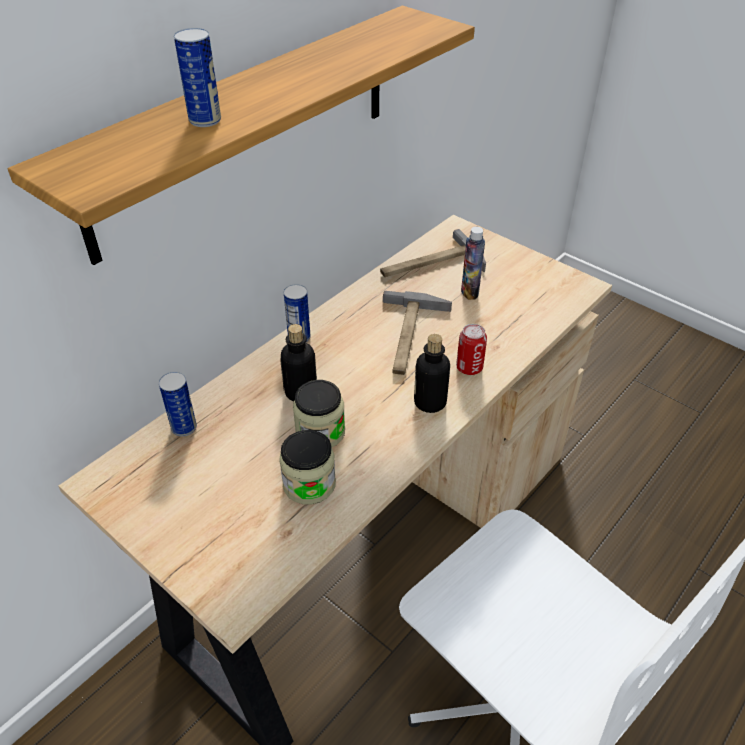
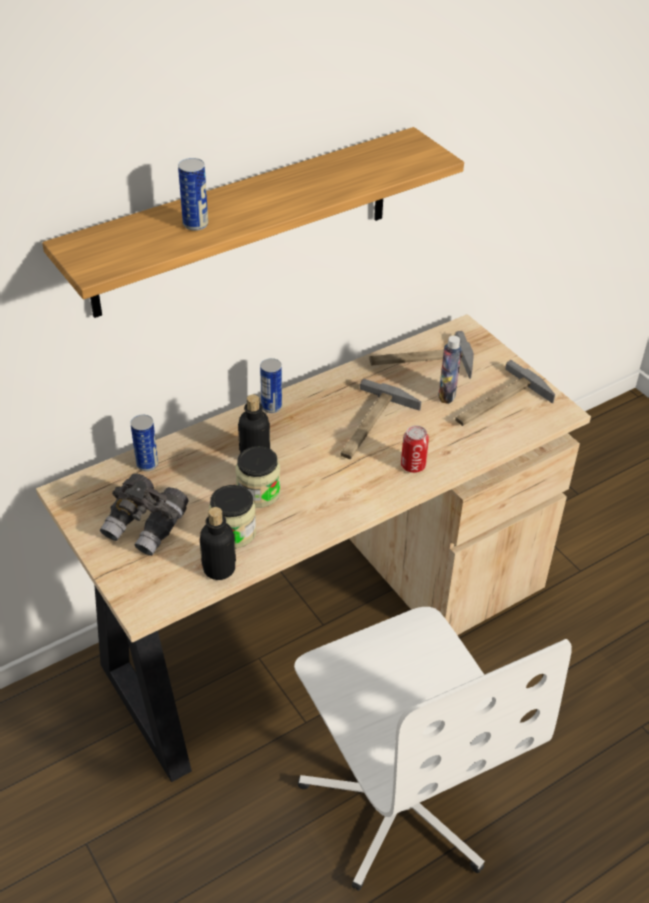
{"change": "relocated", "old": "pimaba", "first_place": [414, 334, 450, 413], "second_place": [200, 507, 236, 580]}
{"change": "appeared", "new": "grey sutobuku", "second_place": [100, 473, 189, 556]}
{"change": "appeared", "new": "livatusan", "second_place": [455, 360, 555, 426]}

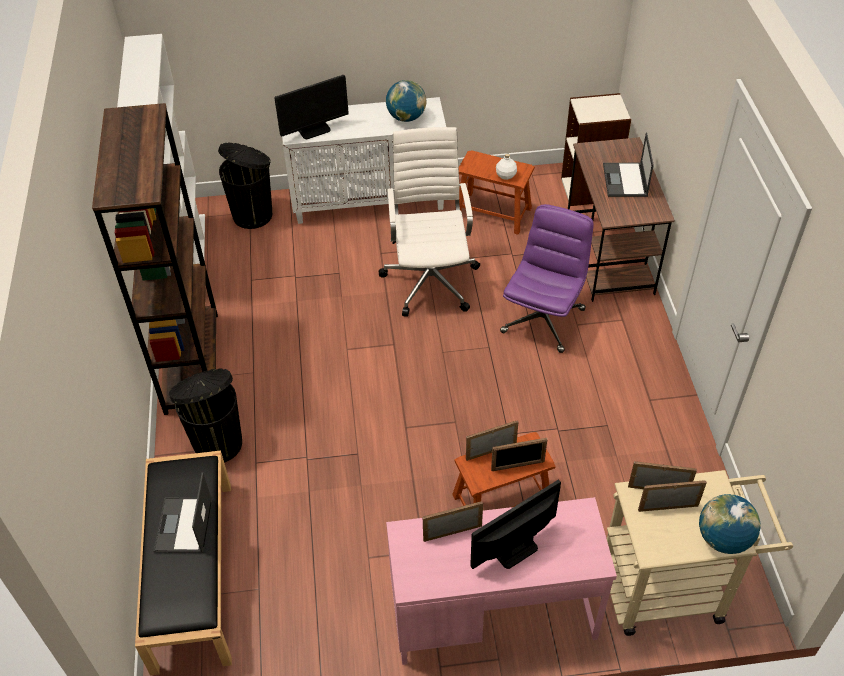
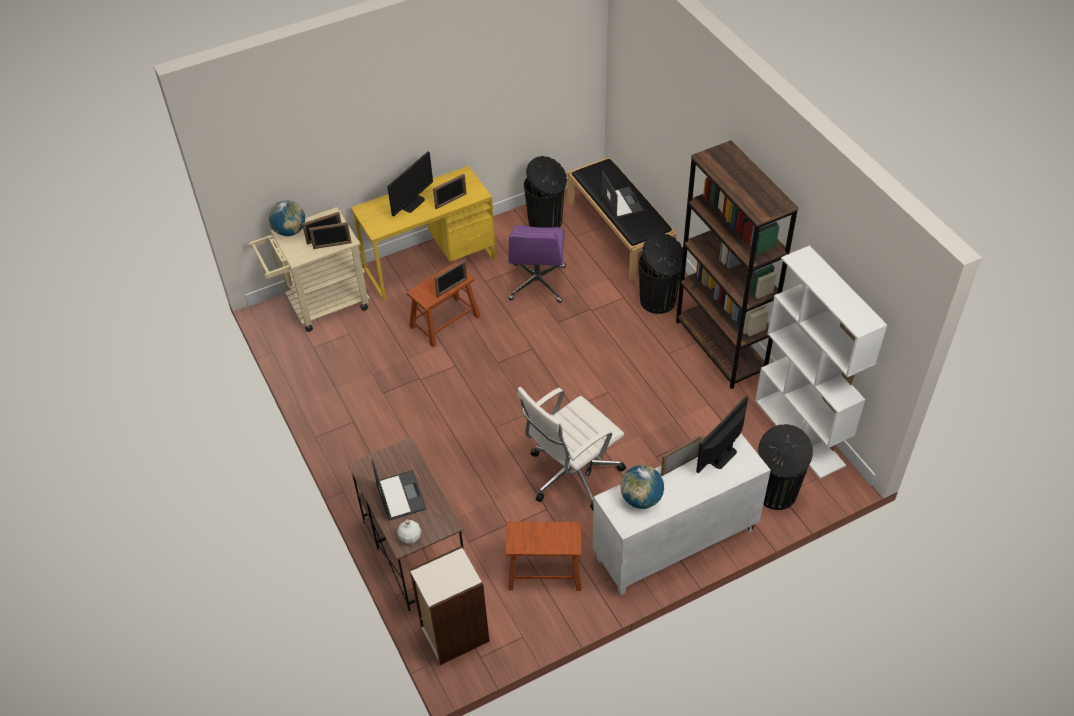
{"change": "spun", "old": "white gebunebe", "first_place": [379, 127, 480, 317], "second_place": [517, 387, 626, 510], "degrees": 75}
{"change": "colour", "old": "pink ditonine", "new": "yellow ditonine", "first_place": [386, 497, 617, 665], "second_place": [351, 166, 495, 301]}
{"change": "relocated", "old": "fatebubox", "first_place": [491, 438, 547, 471], "second_place": [661, 436, 701, 476]}
{"change": "relocated", "old": "white pimaba", "first_place": [496, 153, 517, 180], "second_place": [398, 519, 421, 544]}
{"change": "relocated", "old": "purple gebunebe", "first_place": [500, 204, 594, 353], "second_place": [508, 226, 566, 303]}
{"change": "appeared", "new": "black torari", "second_place": [524, 156, 567, 227]}

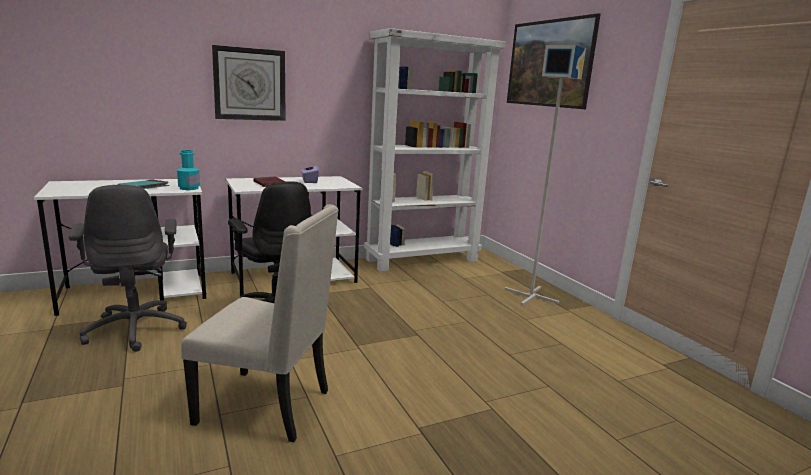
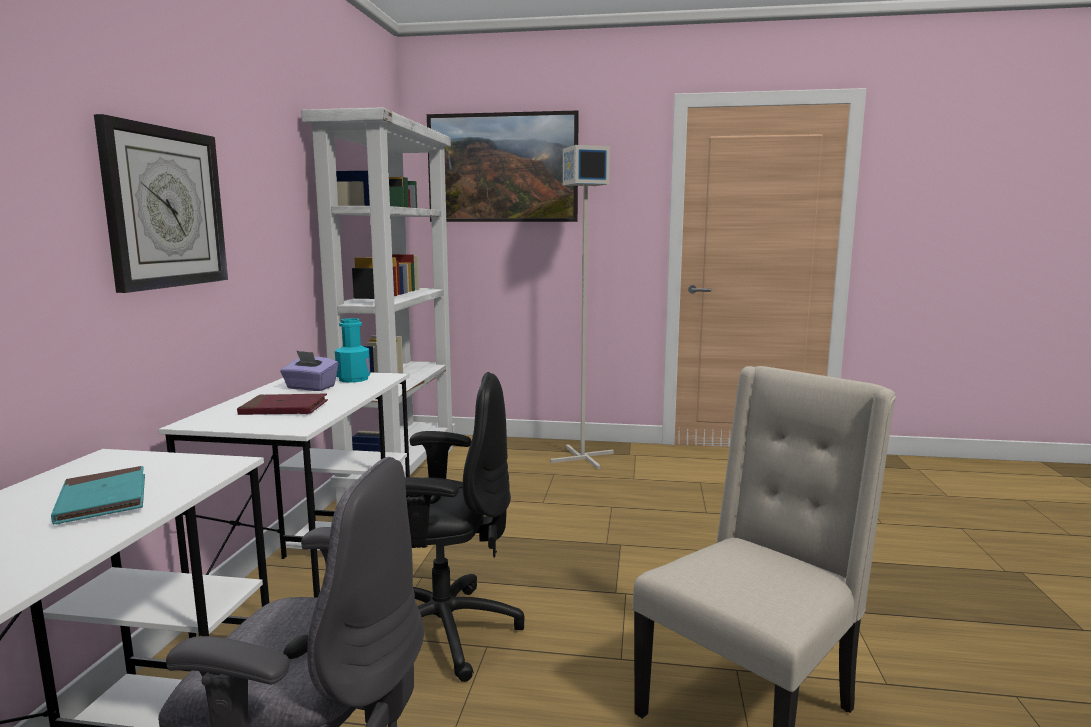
{"change": "relocated", "old": "turquoise pimaba", "first_place": [177, 150, 200, 190], "second_place": [335, 318, 370, 383]}

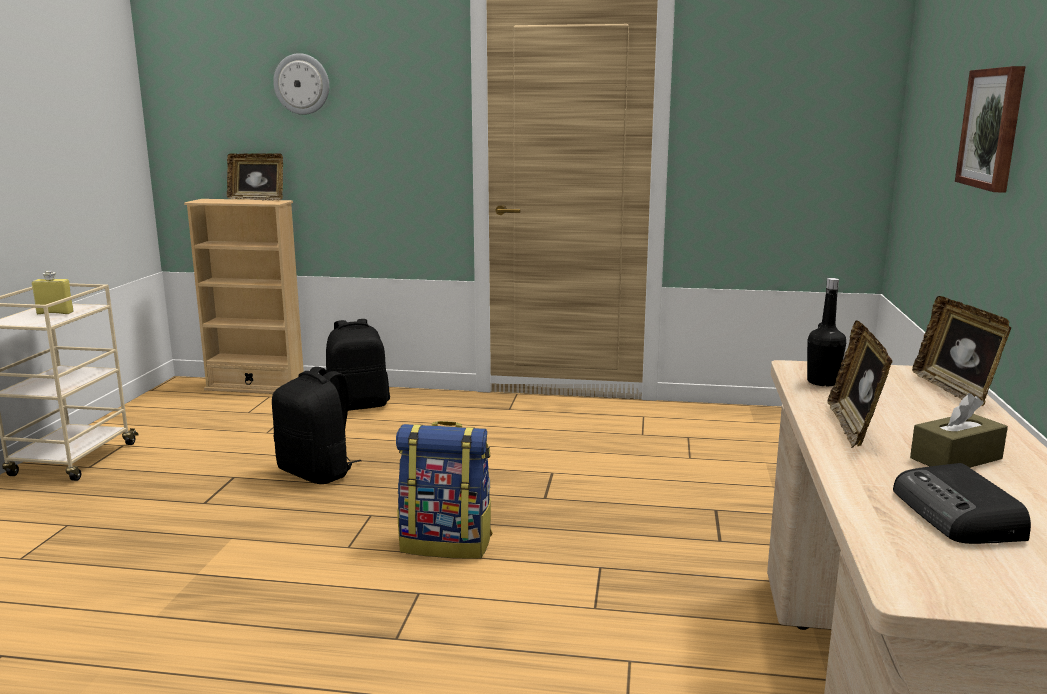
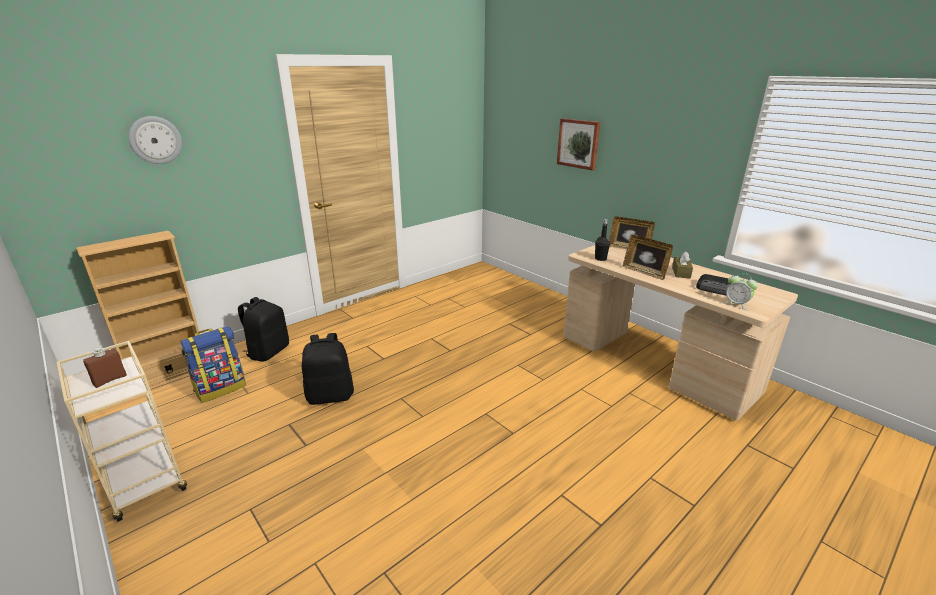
{"change": "colour", "old": "yellow pimaba", "new": "brown pimaba", "first_place": [32, 271, 73, 314], "second_place": [83, 347, 127, 388]}
{"change": "missing", "old": "fatebubox", "first_place": [227, 153, 283, 201]}
{"change": "relocated", "old": "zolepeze", "first_place": [396, 421, 493, 559], "second_place": [180, 326, 246, 403]}
{"change": "appeared", "new": "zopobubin", "second_place": [723, 273, 758, 310]}

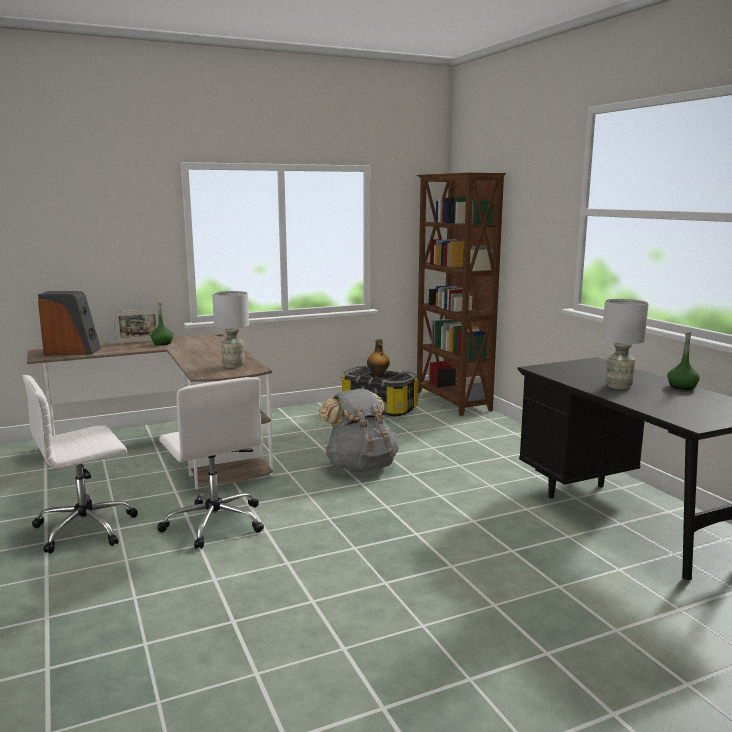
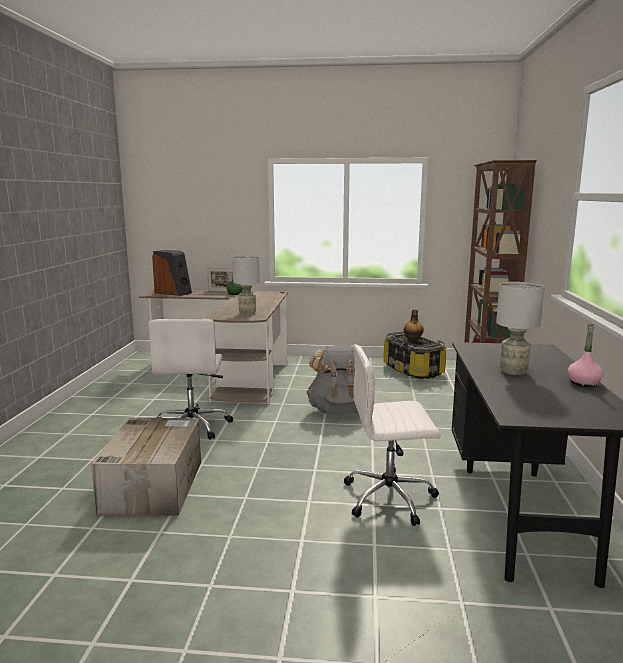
{"change": "relocated", "old": "white gebunebe", "first_place": [22, 375, 138, 553], "second_place": [344, 344, 440, 526]}
{"change": "colour", "old": "green pimaba", "new": "pink pimaba", "first_place": [667, 332, 700, 390], "second_place": [568, 323, 603, 387]}
{"change": "appeared", "new": "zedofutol", "second_place": [91, 418, 201, 516]}

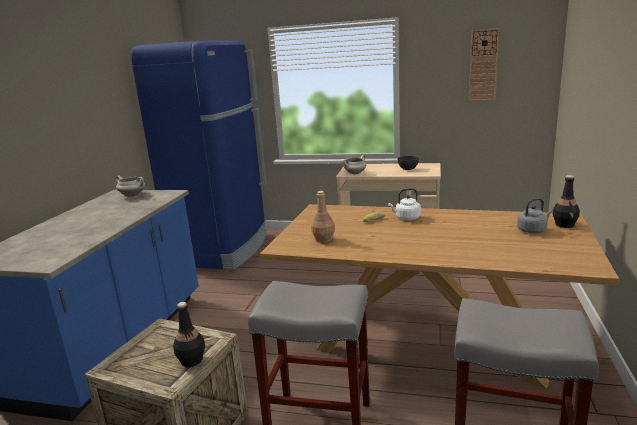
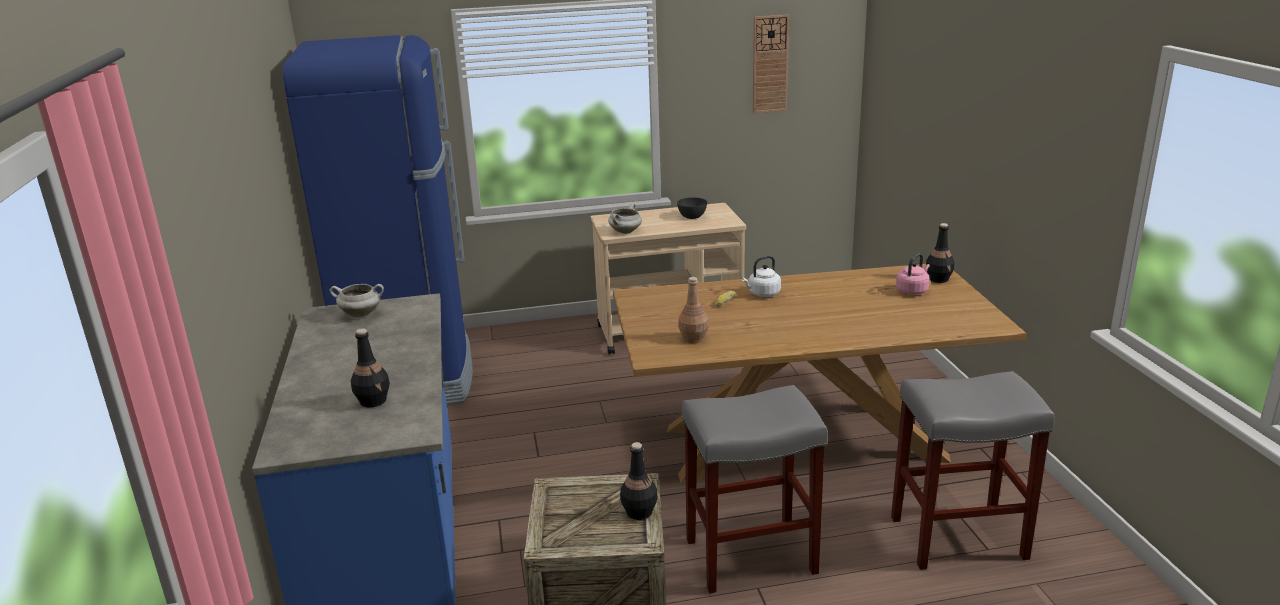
{"change": "colour", "old": "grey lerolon", "new": "pink lerolon", "first_place": [517, 198, 553, 233], "second_place": [896, 253, 930, 295]}
{"change": "appeared", "new": "black pimaba", "second_place": [351, 328, 390, 407]}

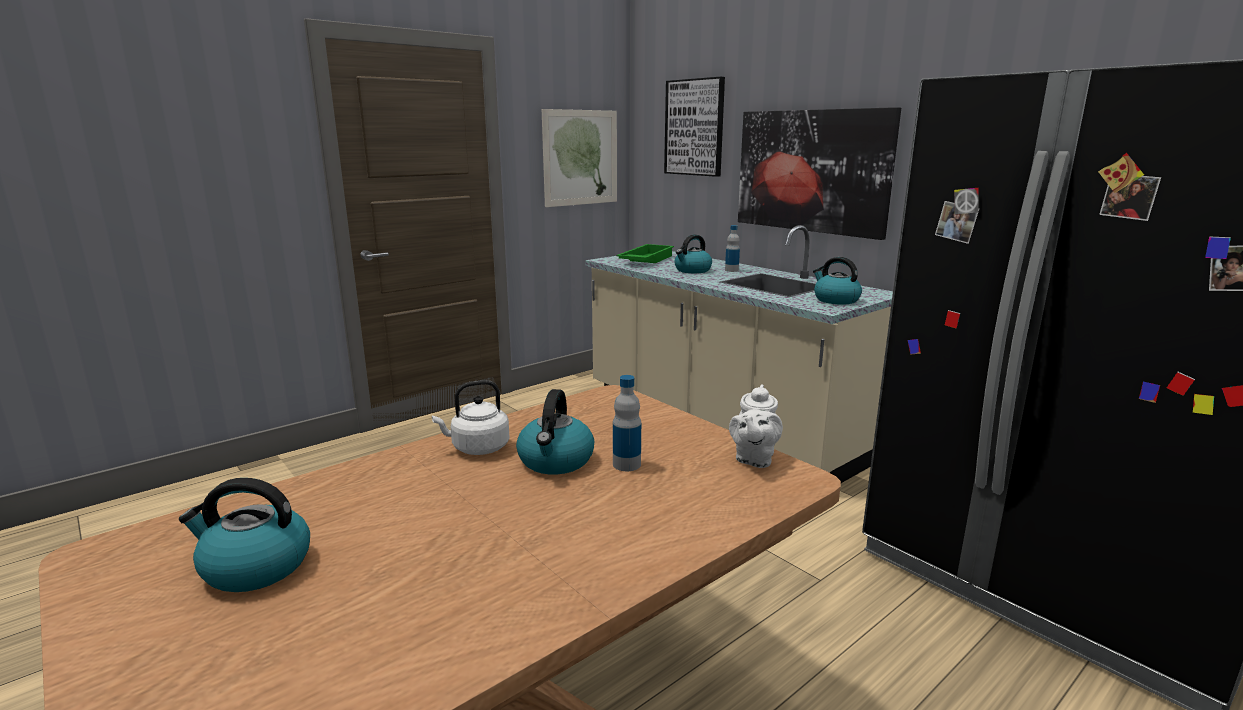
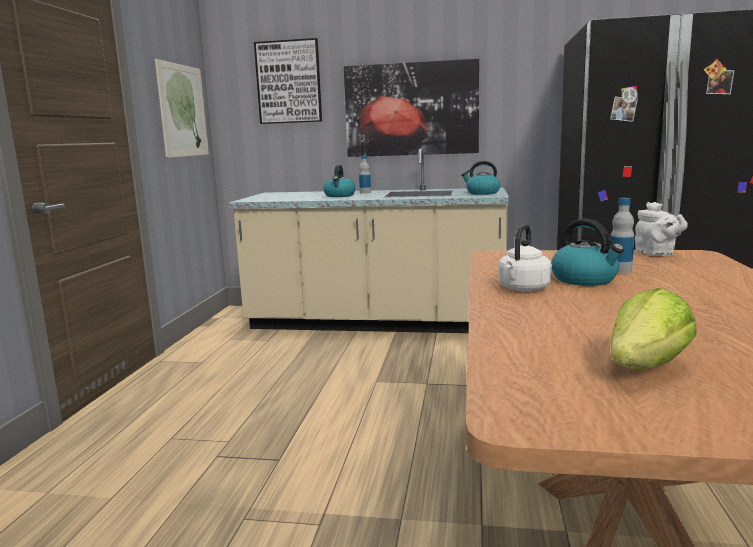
{"change": "exchanged", "old": "lerolon", "new": "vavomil", "first_place": [179, 478, 310, 592], "second_place": [611, 288, 697, 370]}
{"change": "missing", "old": "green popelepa", "first_place": [617, 244, 674, 263]}

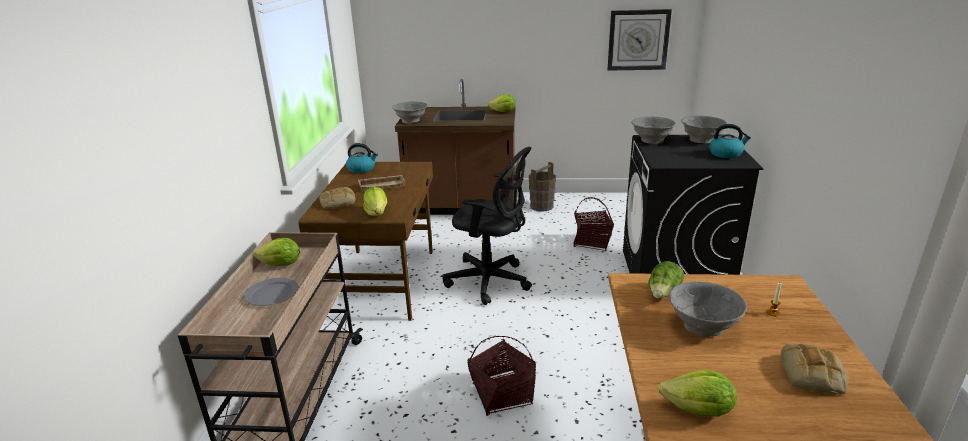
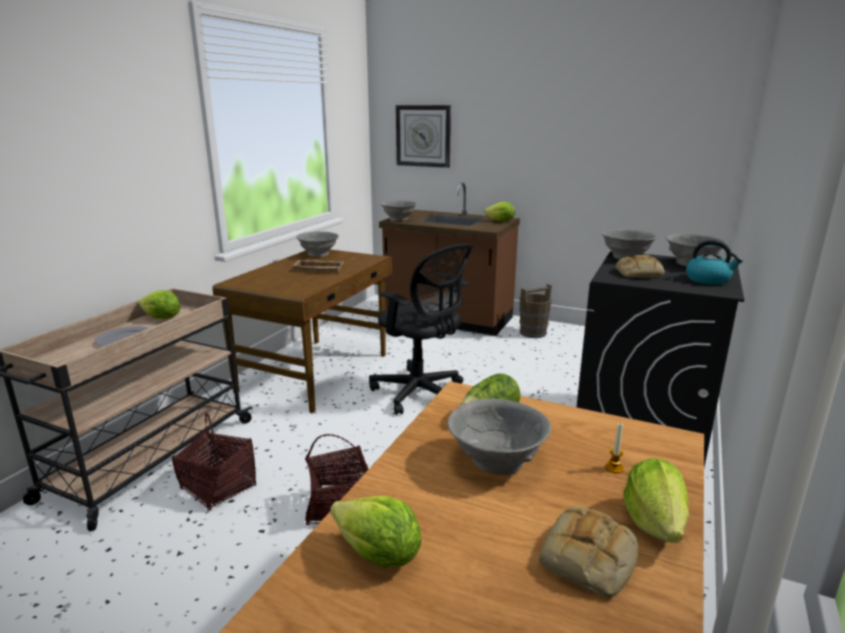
{"change": "relocated", "old": "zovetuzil", "first_place": [320, 187, 356, 209], "second_place": [616, 255, 665, 278]}
{"change": "exchanged", "old": "lerolon", "new": "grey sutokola", "first_place": [346, 143, 378, 173], "second_place": [296, 231, 339, 257]}
{"change": "relocated", "old": "vavomil", "first_place": [363, 187, 387, 216], "second_place": [623, 458, 689, 543]}
{"change": "relocated", "old": "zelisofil", "first_place": [573, 197, 614, 251], "second_place": [172, 413, 256, 511]}
{"change": "relocated", "old": "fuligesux", "first_place": [608, 9, 672, 70], "second_place": [396, 105, 451, 168]}

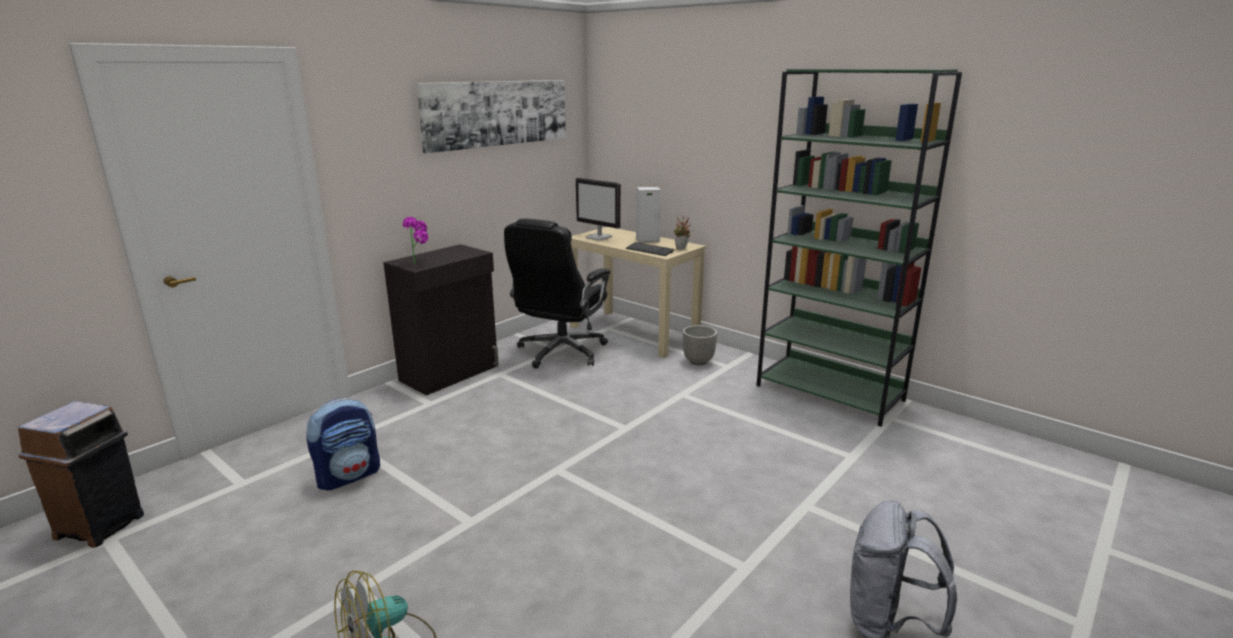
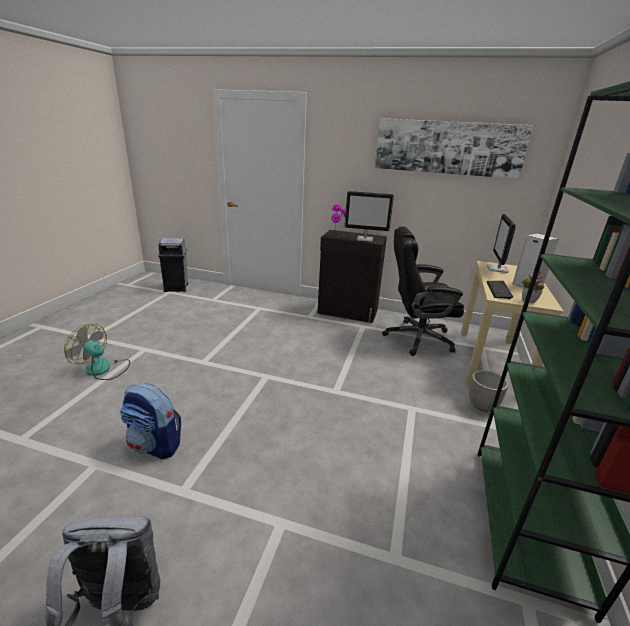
{"change": "colour", "old": "brown torari", "new": "grey torari", "first_place": [18, 401, 144, 548], "second_place": [158, 238, 189, 292]}
{"change": "relocated", "old": "zolepeze", "first_place": [307, 398, 380, 490], "second_place": [120, 383, 181, 460]}
{"change": "appeared", "new": "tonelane", "second_place": [345, 191, 394, 242]}

